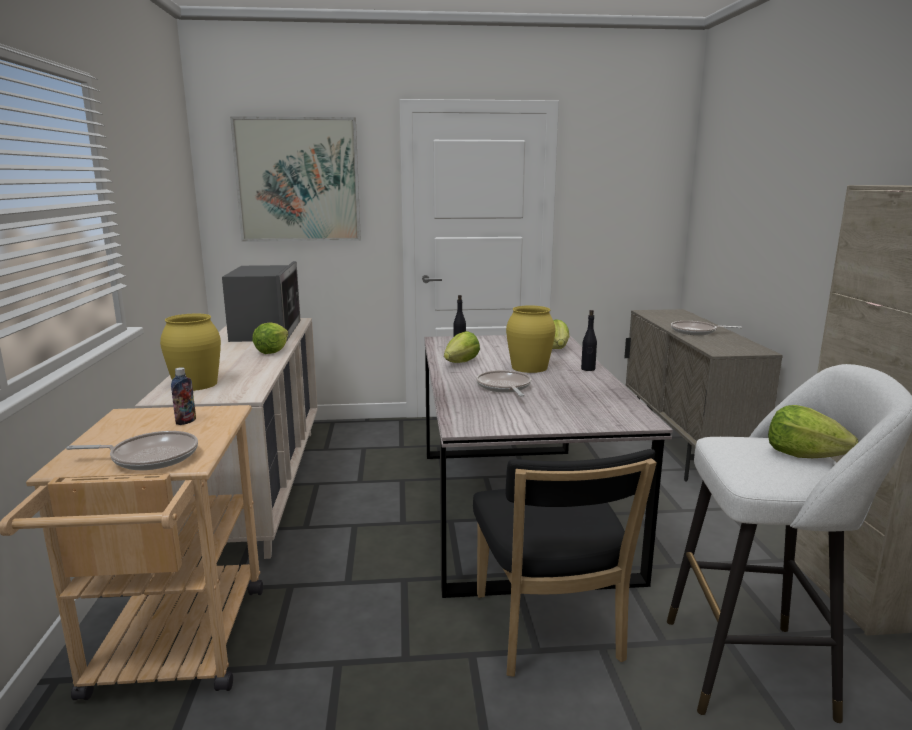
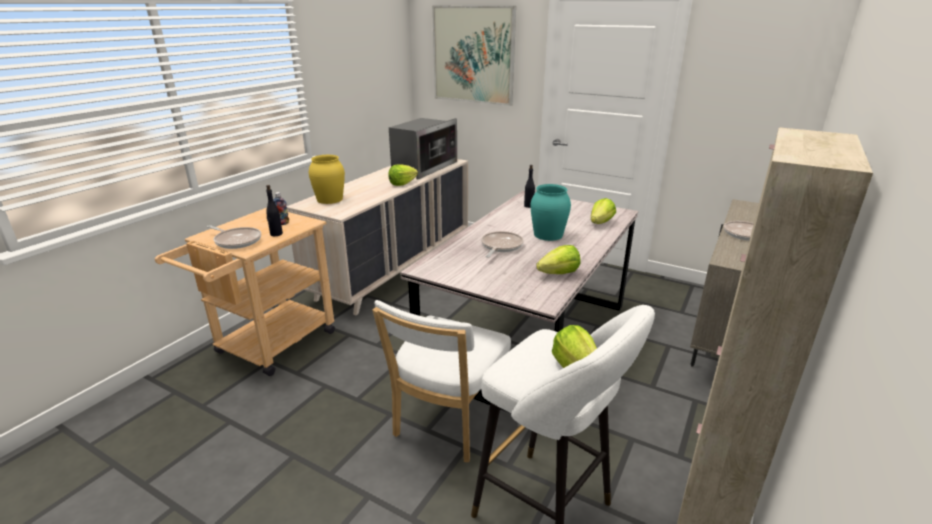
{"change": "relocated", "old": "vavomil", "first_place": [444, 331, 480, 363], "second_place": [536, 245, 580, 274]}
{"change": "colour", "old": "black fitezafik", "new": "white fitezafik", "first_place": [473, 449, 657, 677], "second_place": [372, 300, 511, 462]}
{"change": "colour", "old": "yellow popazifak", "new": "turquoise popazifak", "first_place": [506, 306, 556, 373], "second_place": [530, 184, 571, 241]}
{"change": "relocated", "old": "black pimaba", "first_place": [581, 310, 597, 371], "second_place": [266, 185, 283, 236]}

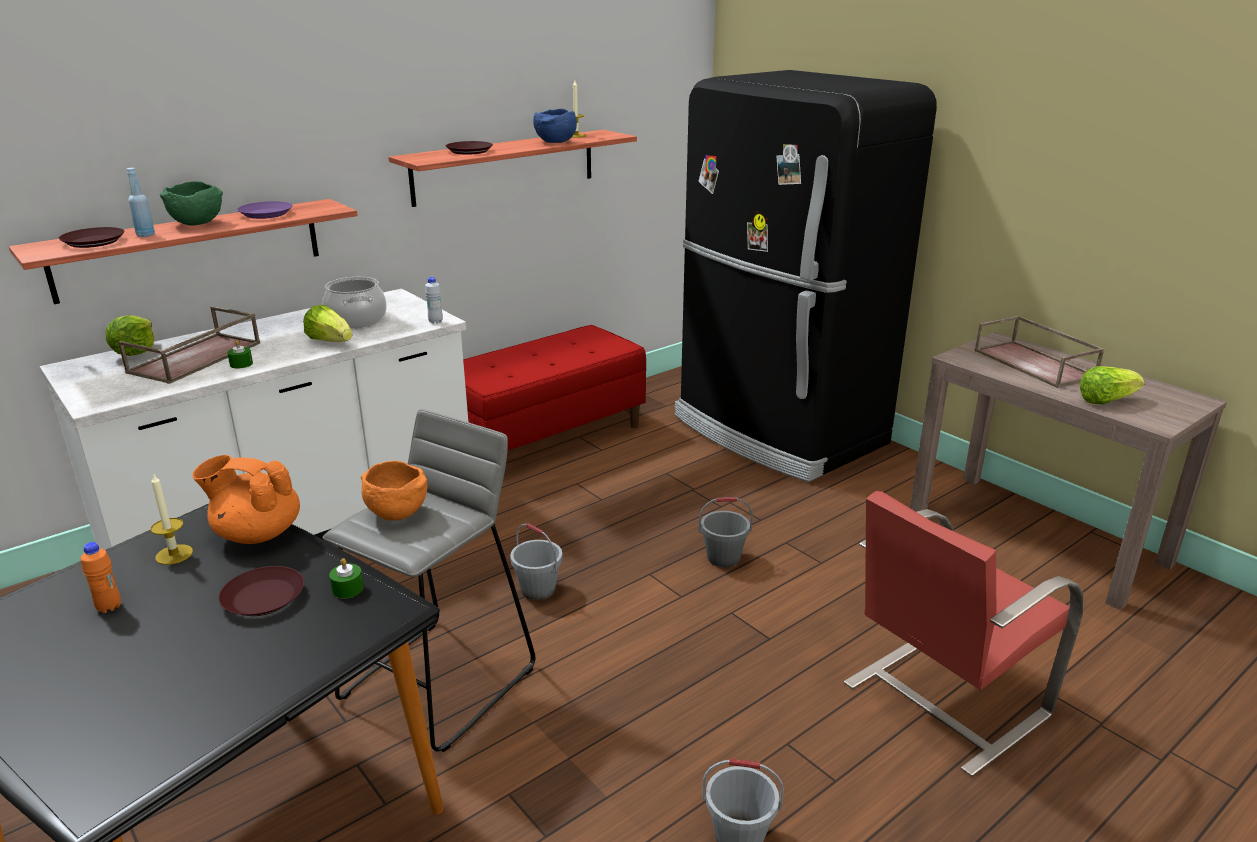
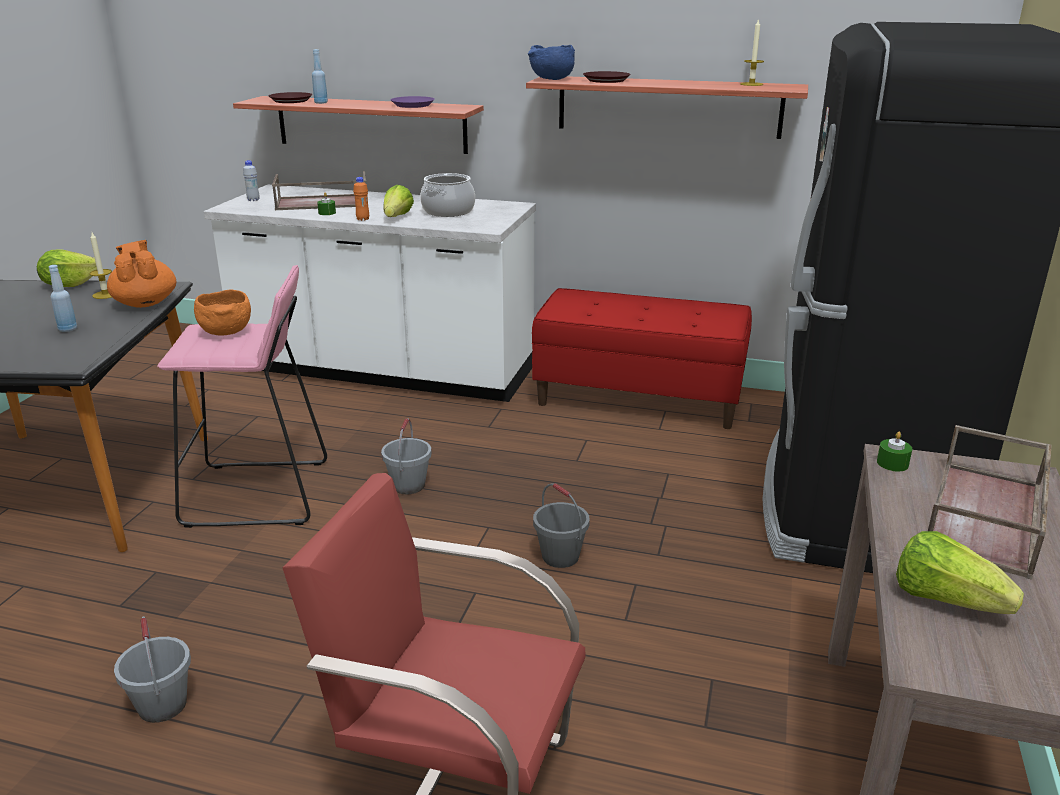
{"change": "relocated", "old": "orange pimaba", "first_place": [81, 542, 121, 613], "second_place": [353, 177, 369, 221]}
{"change": "relocated", "old": "vavomil", "first_place": [105, 315, 155, 356], "second_place": [37, 250, 97, 287]}
{"change": "missing", "old": "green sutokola", "first_place": [160, 181, 223, 226]}
{"change": "exchanged", "old": "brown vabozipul", "new": "blue pimaba", "first_place": [218, 566, 304, 616], "second_place": [49, 265, 77, 332]}
{"change": "colour", "old": "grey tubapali", "new": "pink tubapali", "first_place": [322, 409, 535, 752], "second_place": [157, 265, 327, 528]}
{"change": "relocated", "old": "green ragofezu", "first_place": [329, 558, 364, 599], "second_place": [877, 432, 912, 471]}
{"change": "relocated", "old": "white pimaba", "first_place": [425, 277, 443, 324], "second_place": [243, 160, 260, 201]}
{"change": "relocated", "old": "blue sutokola", "first_place": [533, 108, 577, 143], "second_place": [528, 45, 575, 80]}

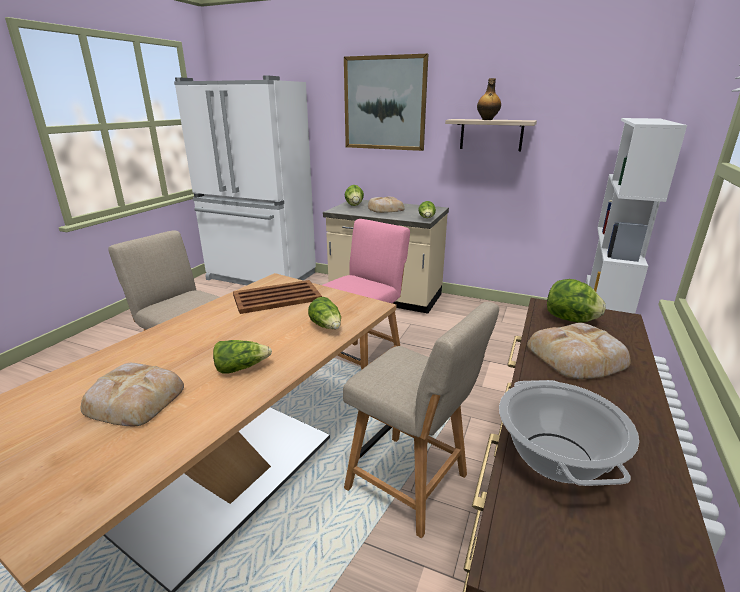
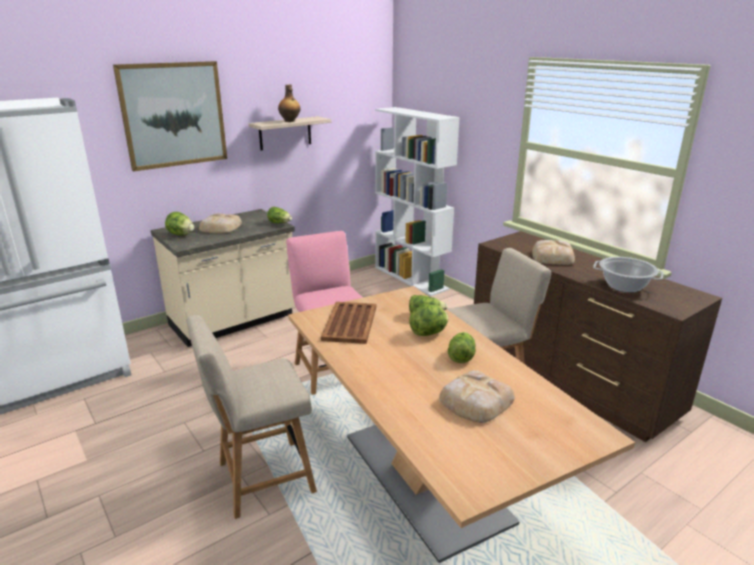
{"change": "relocated", "old": "vavomil", "first_place": [547, 279, 606, 322], "second_place": [409, 304, 448, 336]}

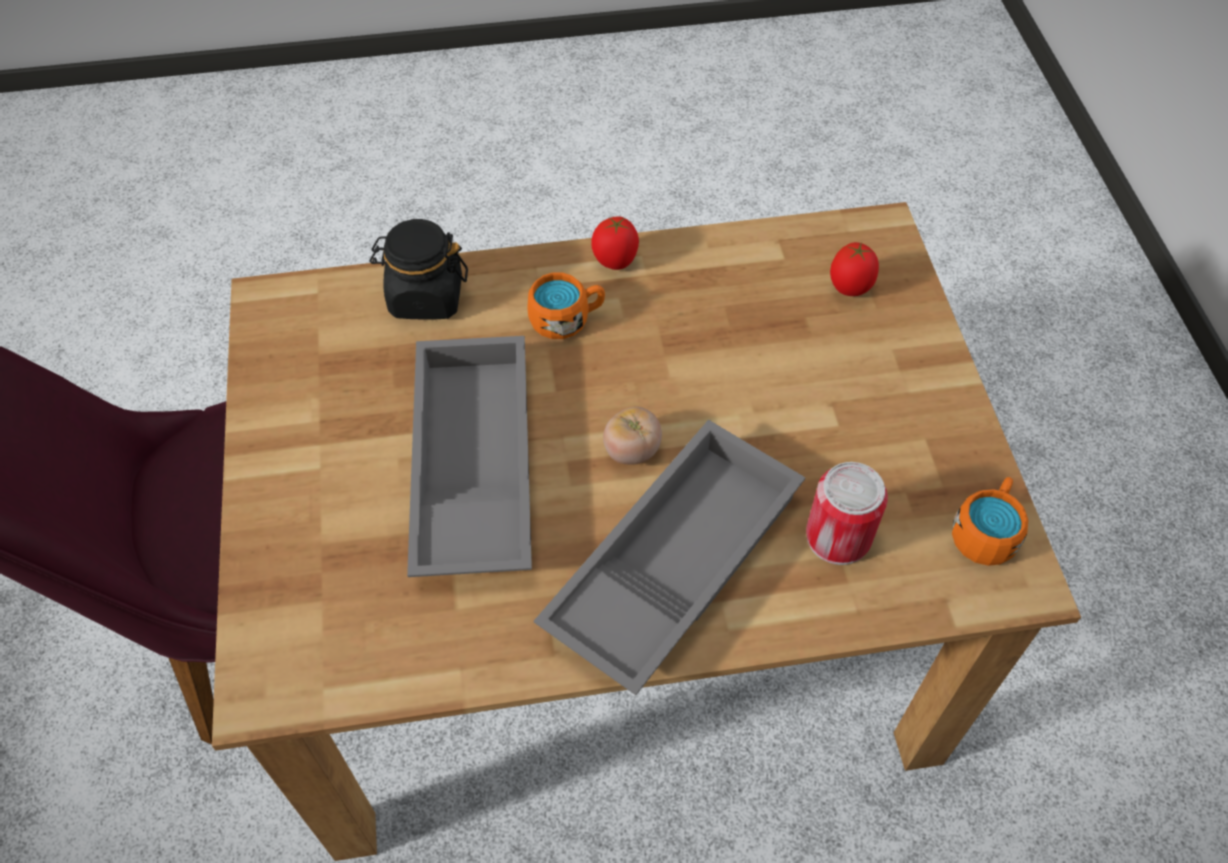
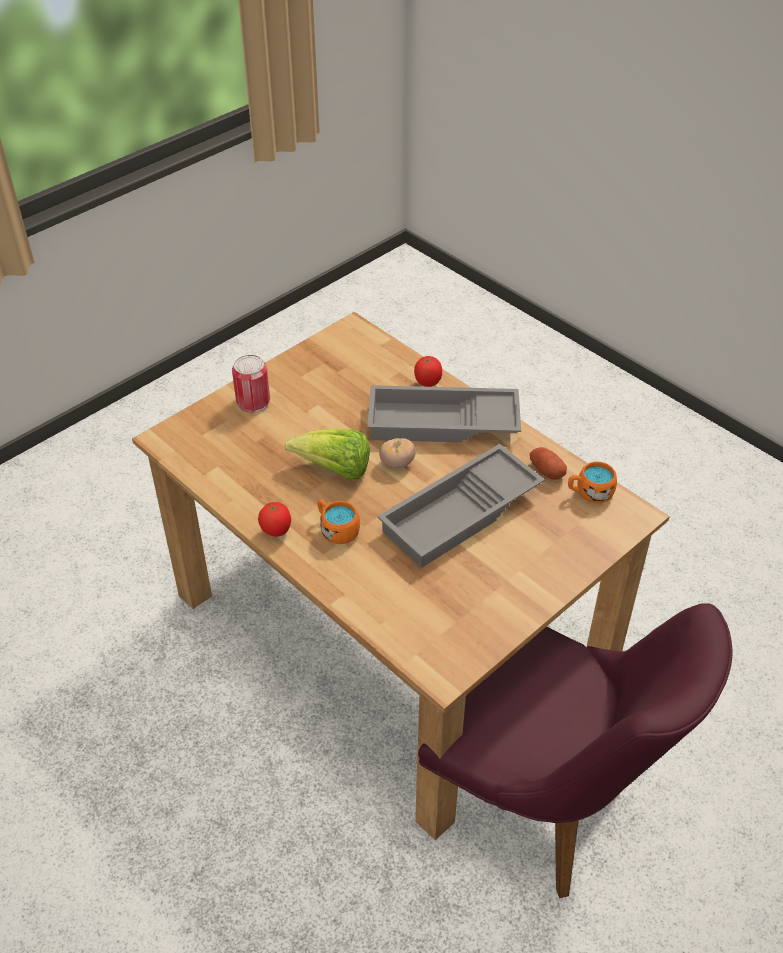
{"change": "missing", "old": "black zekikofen", "first_place": [369, 219, 468, 320]}
{"change": "relocated", "old": "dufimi", "first_place": [806, 462, 888, 565], "second_place": [232, 355, 270, 413]}
{"change": "relocated", "old": "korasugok", "first_place": [830, 242, 879, 296], "second_place": [414, 356, 442, 387]}
{"change": "relocated", "old": "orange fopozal", "first_place": [952, 477, 1028, 566], "second_place": [568, 461, 617, 503]}
{"change": "appeared", "new": "vavomil", "second_place": [285, 429, 370, 480]}
{"change": "appeared", "new": "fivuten", "second_place": [530, 447, 567, 480]}

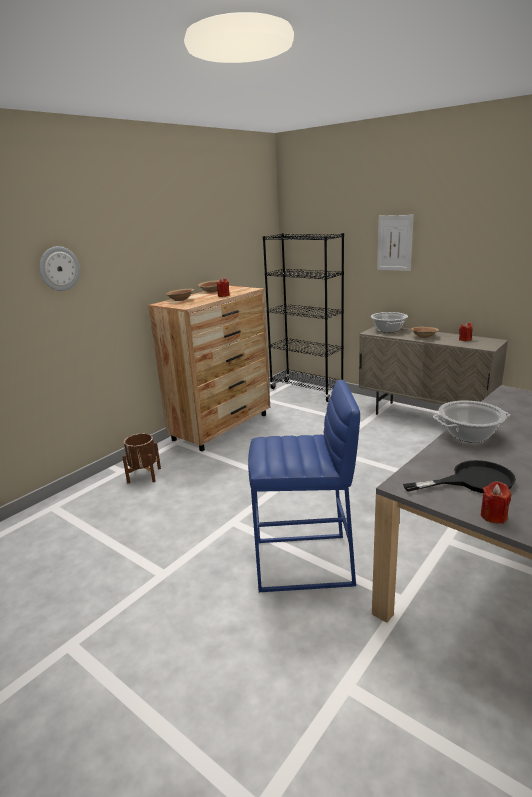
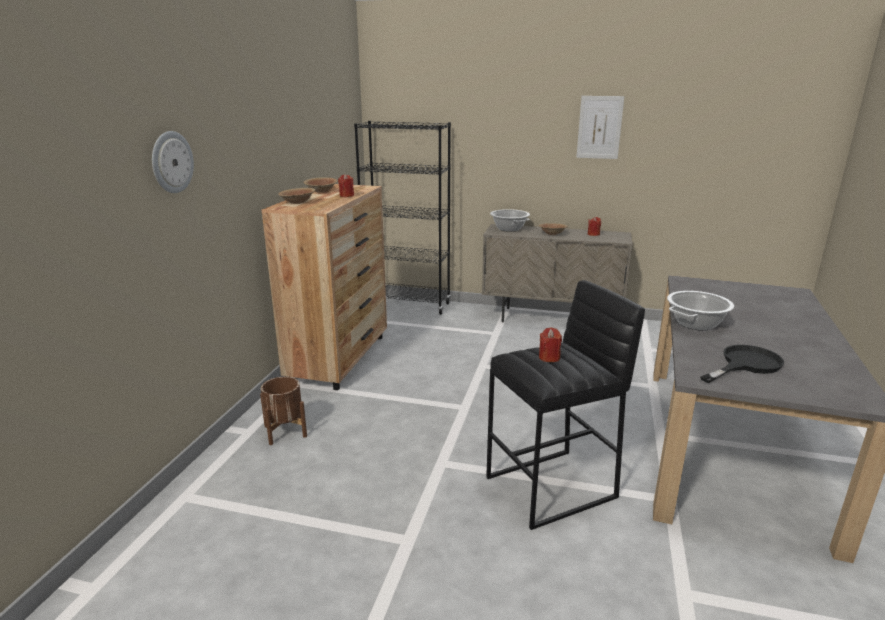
{"change": "colour", "old": "blue tubapali", "new": "black tubapali", "first_place": [248, 380, 360, 592], "second_place": [486, 280, 645, 530]}
{"change": "relocated", "old": "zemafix", "first_place": [377, 215, 414, 271], "second_place": [576, 96, 624, 159]}
{"change": "relocated", "old": "red ragofezu", "first_place": [481, 482, 511, 523], "second_place": [539, 327, 562, 362]}

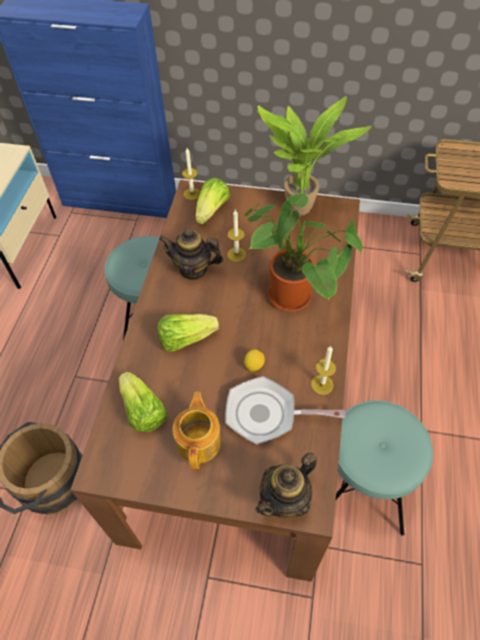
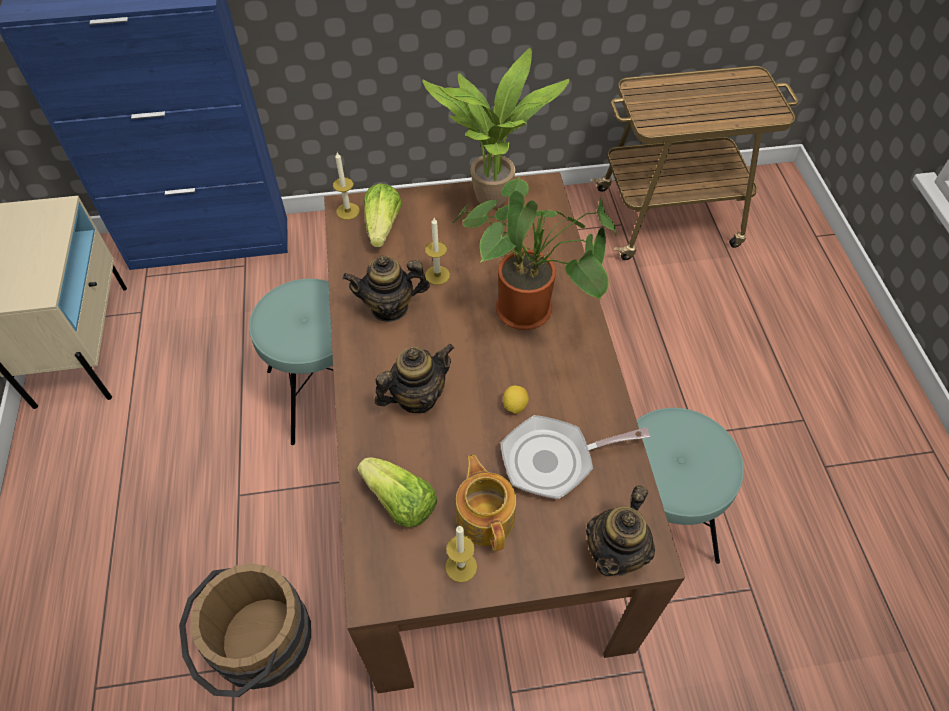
{"change": "exchanged", "old": "vavomil", "new": "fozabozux", "first_place": [157, 314, 219, 352], "second_place": [374, 344, 454, 413]}
{"change": "relocated", "old": "ragofezu", "first_place": [311, 346, 336, 395], "second_place": [445, 526, 477, 583]}

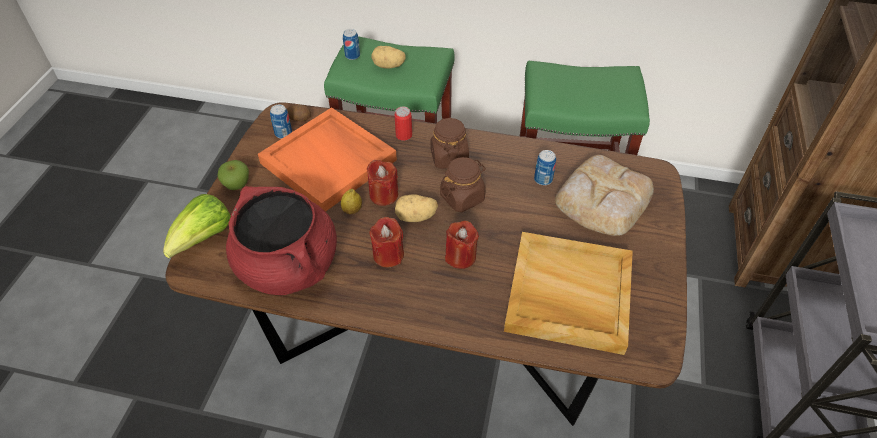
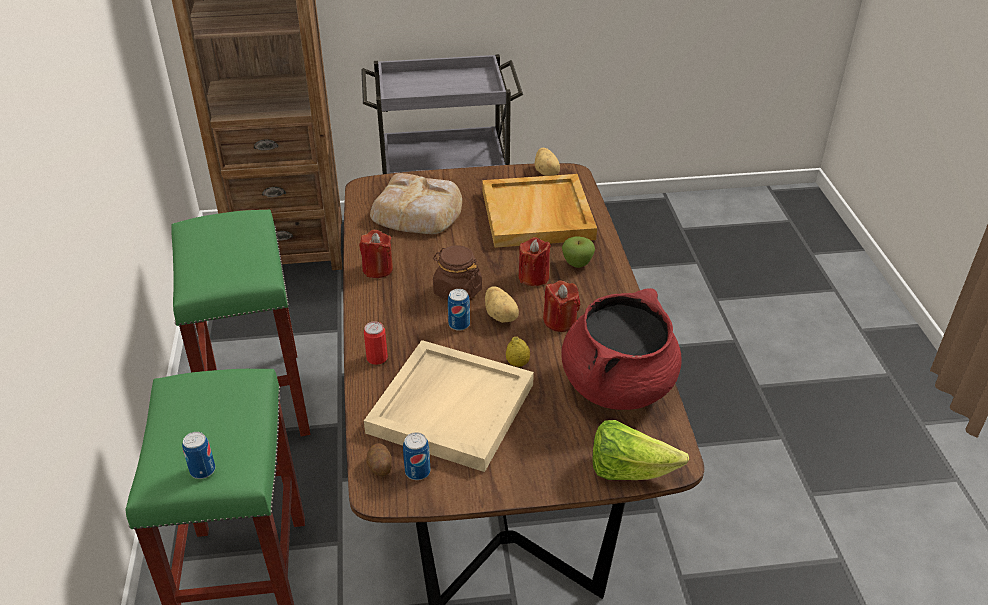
{"change": "relocated", "old": "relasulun", "first_place": [217, 160, 249, 190], "second_place": [562, 237, 595, 268]}
{"change": "colour", "old": "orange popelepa", "new": "beige popelepa", "first_place": [258, 107, 397, 212], "second_place": [364, 340, 534, 472]}
{"change": "relocated", "old": "red ragofezu", "first_place": [367, 160, 398, 206], "second_place": [359, 230, 393, 278]}
{"change": "relocated", "old": "fivuten", "first_place": [371, 46, 406, 68], "second_place": [535, 148, 560, 176]}
{"change": "missing", "old": "brown zekikofen", "first_place": [431, 117, 469, 169]}
{"change": "relocated", "old": "dufimi", "first_place": [534, 150, 556, 185], "second_place": [448, 289, 470, 331]}

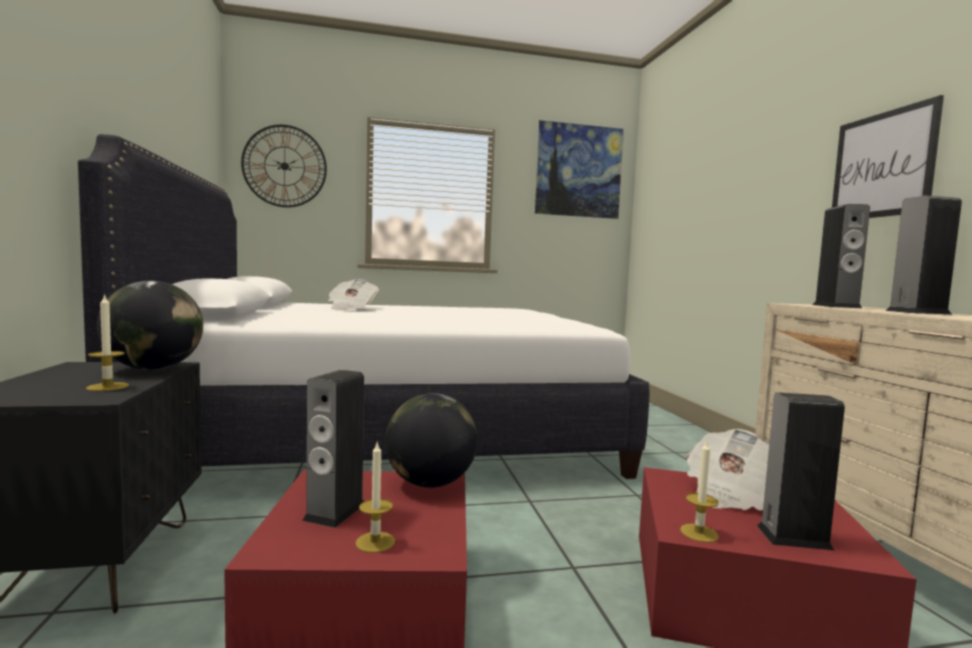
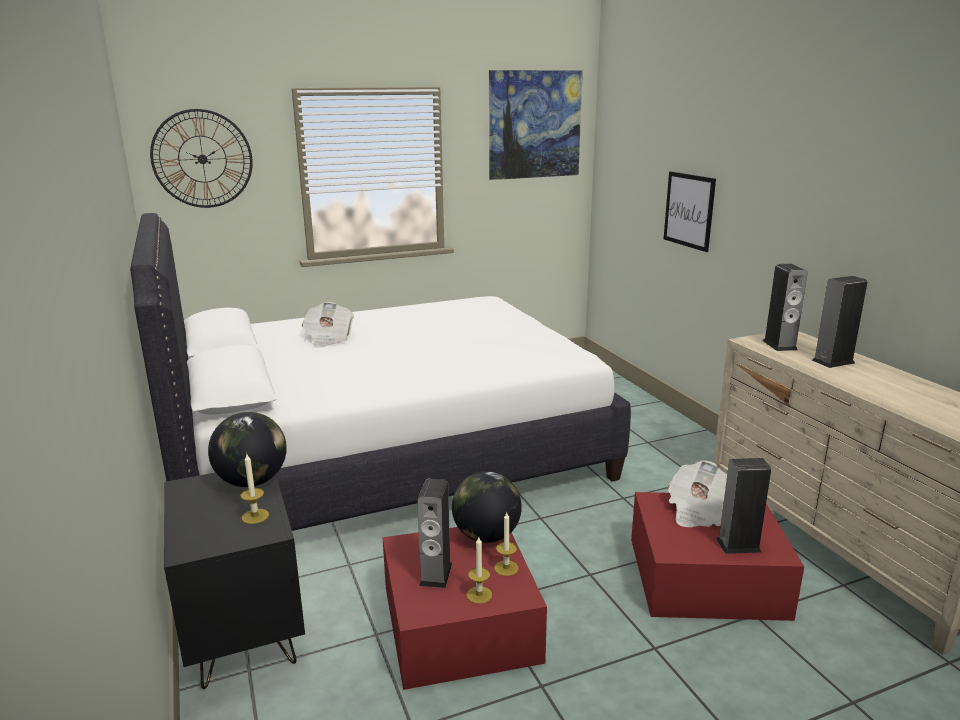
{"change": "relocated", "old": "ragofezu", "first_place": [680, 441, 719, 543], "second_place": [494, 513, 519, 576]}
{"change": "relocated", "old": "zemafix", "first_place": [832, 95, 944, 218], "second_place": [664, 171, 716, 252]}

